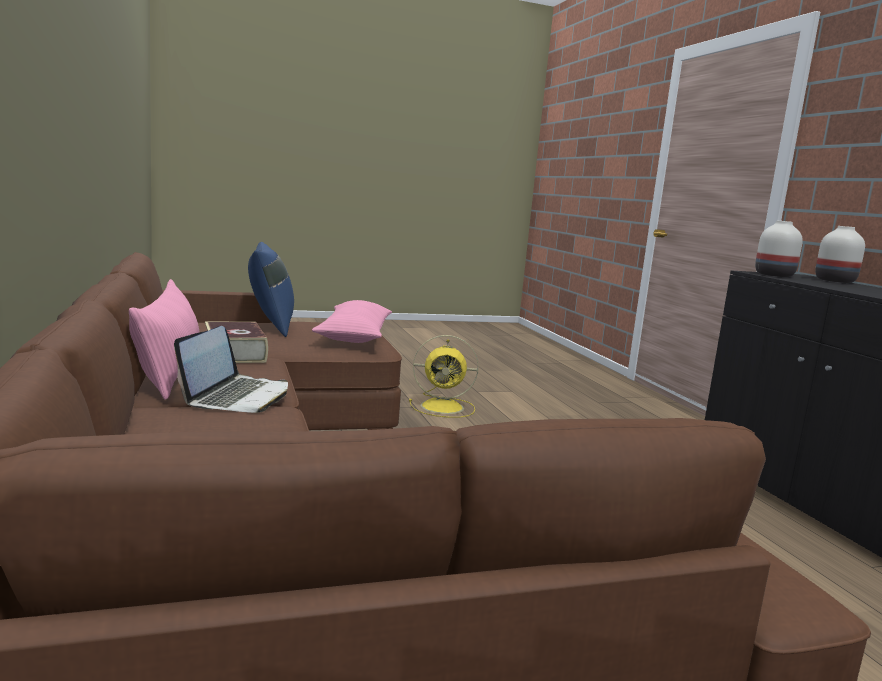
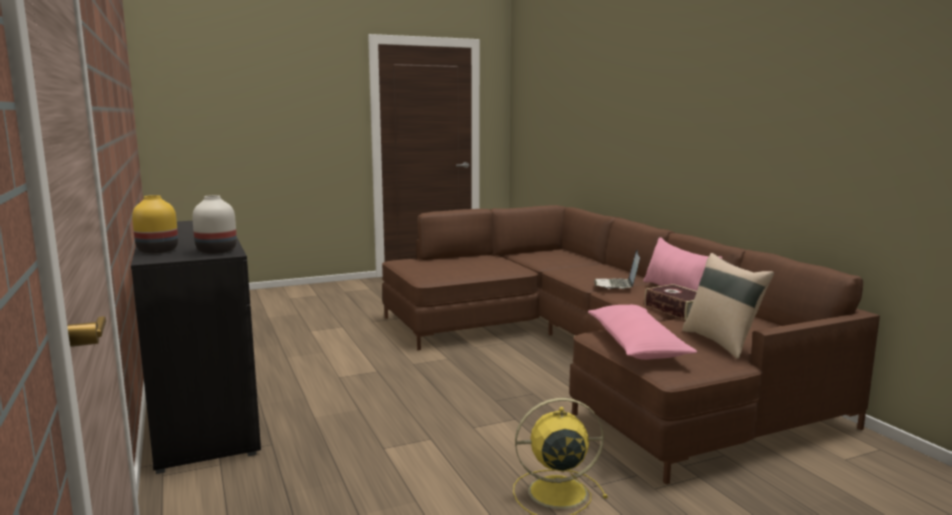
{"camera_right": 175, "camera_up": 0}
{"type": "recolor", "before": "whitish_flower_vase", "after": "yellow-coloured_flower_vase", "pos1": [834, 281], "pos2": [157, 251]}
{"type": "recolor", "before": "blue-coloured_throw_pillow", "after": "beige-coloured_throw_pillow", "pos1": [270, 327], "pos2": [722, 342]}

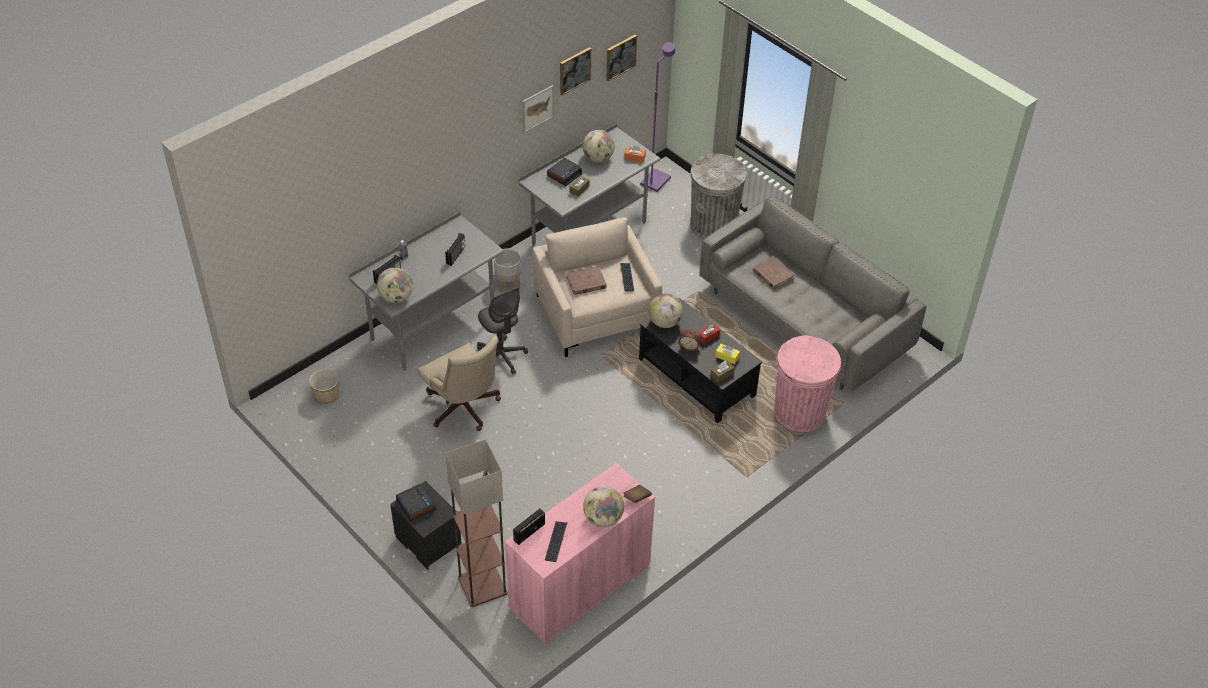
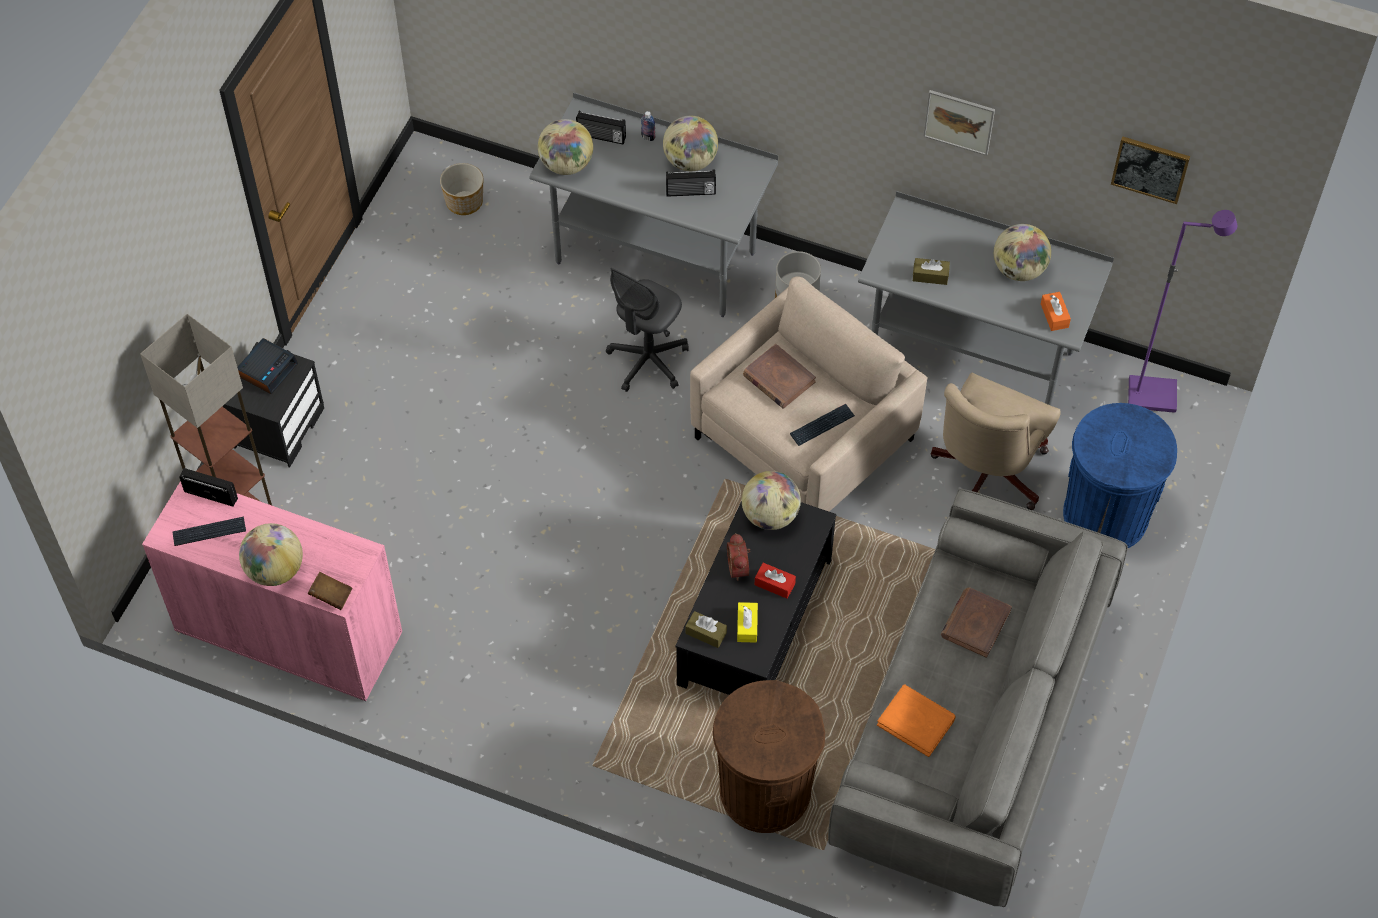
{"camera_right": 65, "camera_up": 10}
{"type": "insert", "after": "desk_globe", "pos2": [690, 161]}
{"type": "recolor", "before": "pinkish_trash_can", "after": "brown_trash_can", "pos1": [799, 412], "pos2": [764, 791]}
{"type": "insert", "after": "orange-coloured_volume", "pos2": [916, 721]}
{"type": "move", "before": "beige-coloured_office_chair", "pos1": [464, 409], "pos2": [985, 475]}
{"type": "recolor", "before": "greyish_trash_can", "after": "blue-coloured_trash_can", "pos1": [713, 225], "pos2": [1105, 515]}
{"type": "delete", "before": "table_clock", "pos1": [564, 174]}
{"type": "delete", "before": "wall_picture", "pos1": [574, 70]}

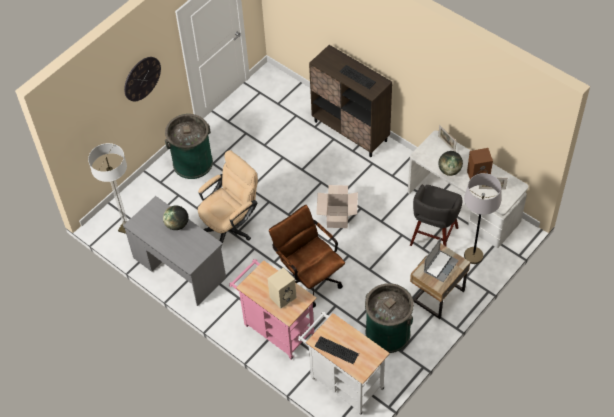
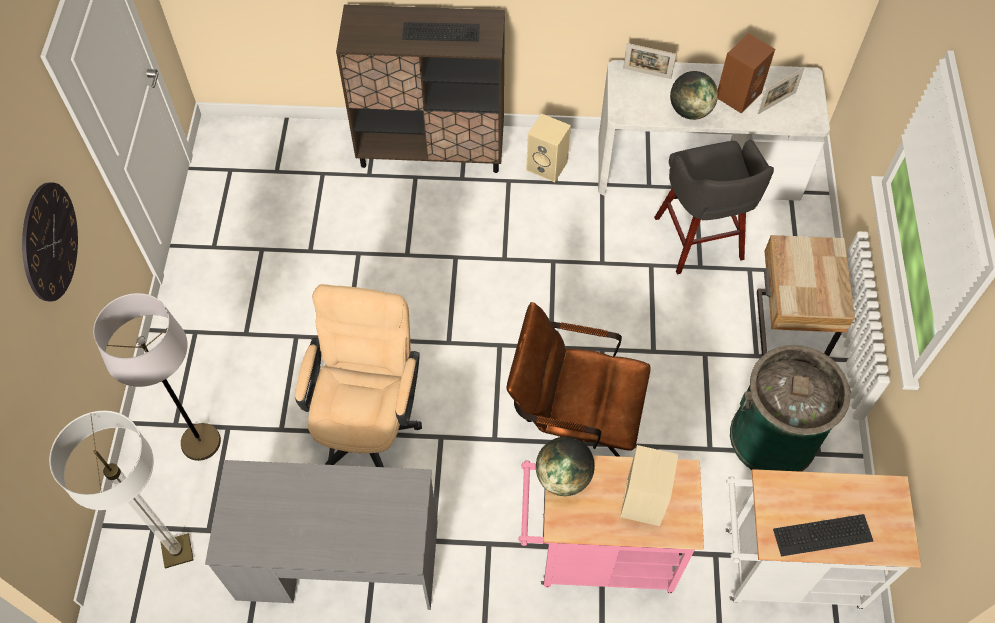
{"camera_right": -40, "camera_up": 5}
{"type": "move", "before": "greyish_floor_lamp", "pos1": [473, 256], "pos2": [201, 442]}
{"type": "insert", "after": "beige-coloured_loudspeaker", "pos2": [548, 166]}
{"type": "move", "before": "desk_globe", "pos1": [177, 225], "pos2": [563, 477]}
{"type": "delete", "before": "greenish_trash_can", "pos1": [192, 162]}
{"type": "delete", "before": "packing_box", "pos1": [338, 217]}
{"type": "delete", "before": "laptop", "pos1": [440, 266]}

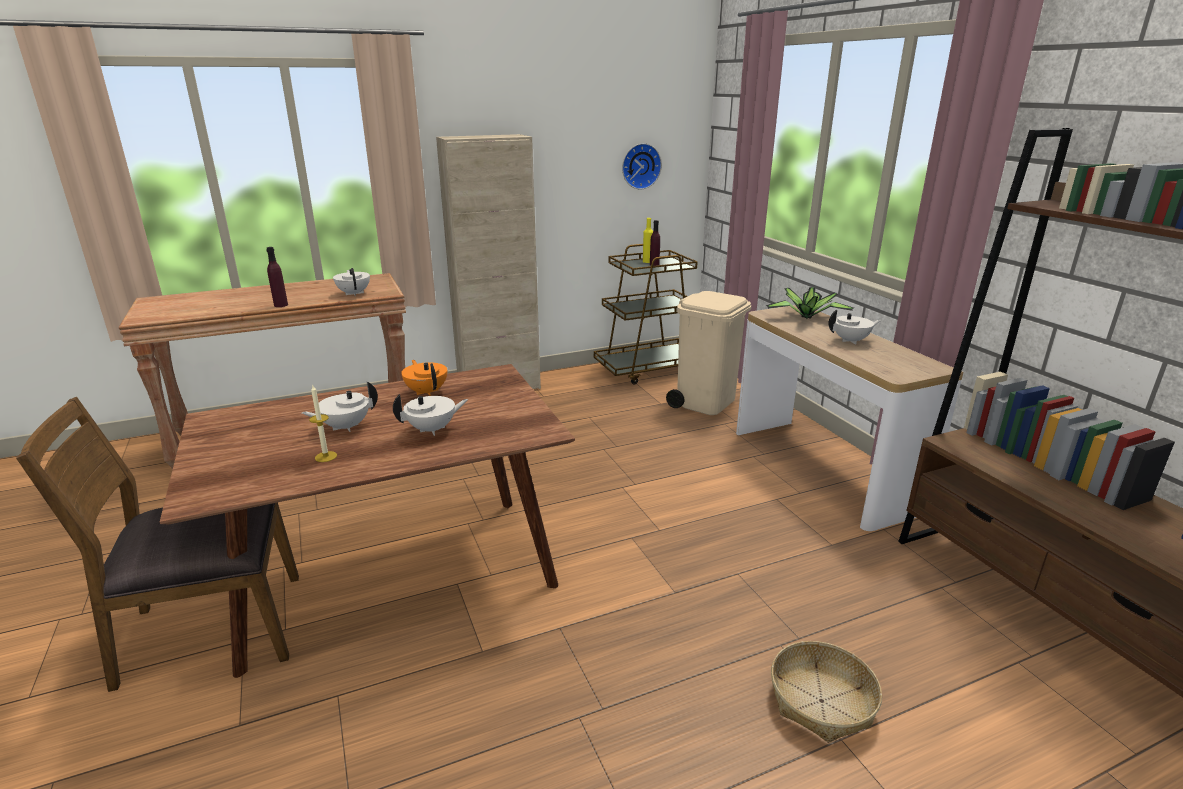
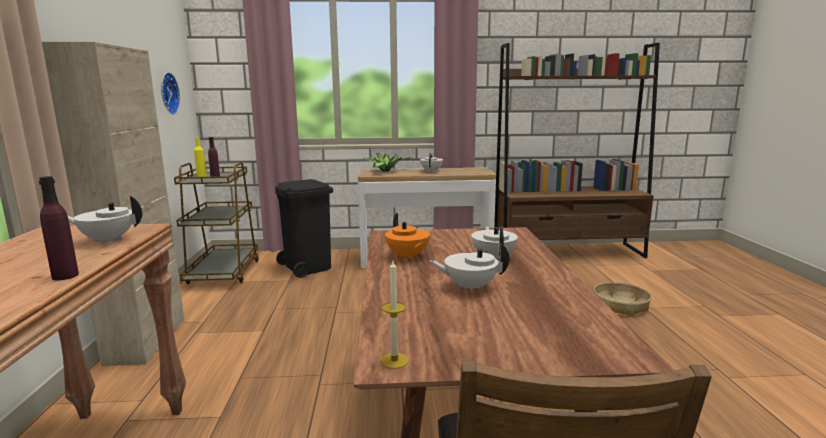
{"camera_right": -70, "camera_up": -10}
{"type": "recolor", "before": "beige-coloured_trash_can", "after": "black_trash_can", "pos1": [705, 402], "pos2": [307, 267]}
{"type": "move", "before": "candle", "pos1": [326, 456], "pos2": [394, 360]}
{"type": "rotate", "before": "orange-coloured_teapot", "pos1": [427, 392], "pos2": [407, 256], "turn": -105}
{"type": "rotate", "before": "whitish_teapot", "pos1": [345, 427], "pos2": [469, 287], "turn": 105}

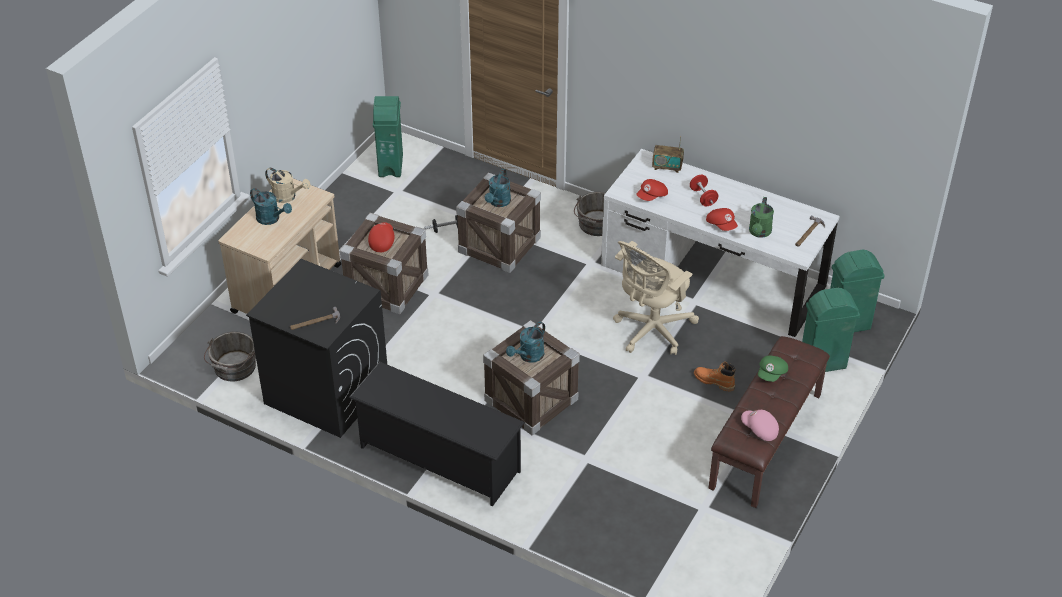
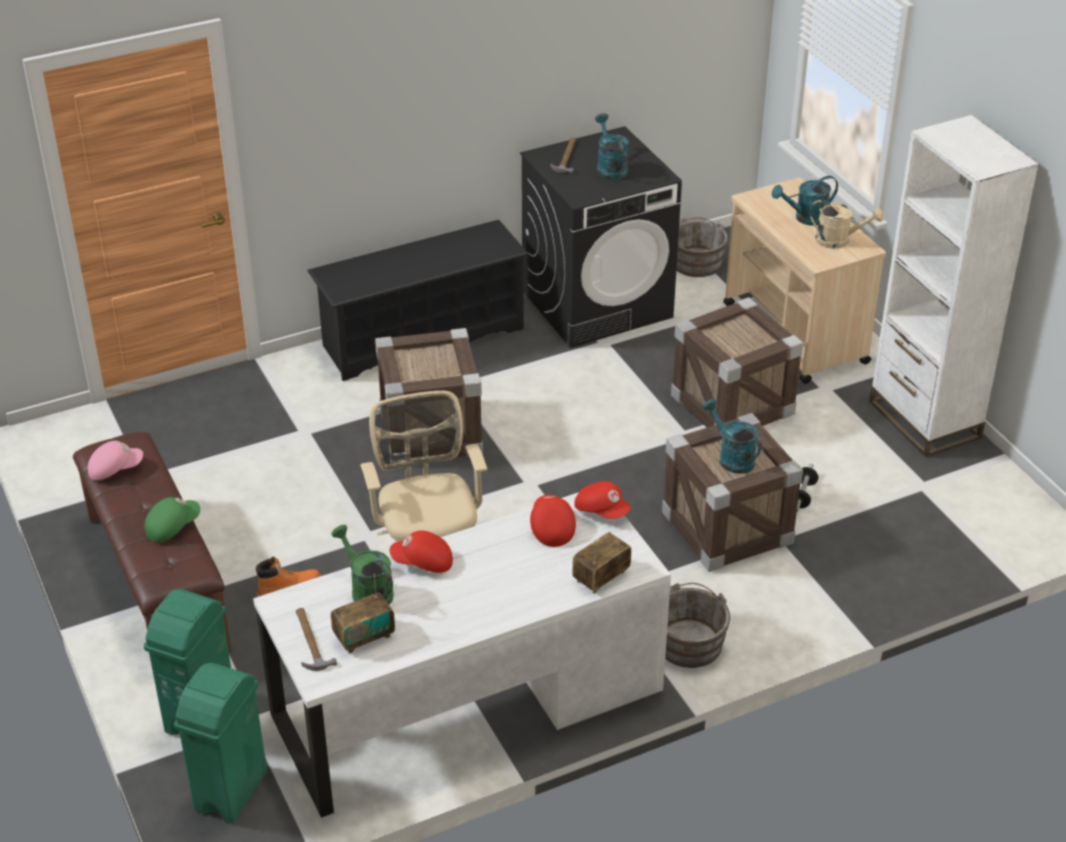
{"camera_right": 125, "camera_up": -5}
{"type": "rotate", "before": "greenish_cap", "pos1": [772, 374], "pos2": [172, 526], "turn": 75}
{"type": "insert", "after": "radio_receiver", "pos2": [364, 637]}
{"type": "move", "before": "reddish_cap", "pos1": [381, 241], "pos2": [602, 510]}
{"type": "move", "before": "blue-green_watering_pot", "pos1": [528, 356], "pos2": [610, 167]}
{"type": "rotate", "before": "beige-coloured_watering_pot", "pos1": [288, 197], "pos2": [839, 241], "turn": -135}
{"type": "insert", "after": "whitish_bookshelf", "pos2": [924, 419]}
{"type": "delete", "before": "greenish_trash_can", "pos1": [391, 165]}
{"type": "delete", "before": "reddish_hand_weight", "pos1": [703, 197]}

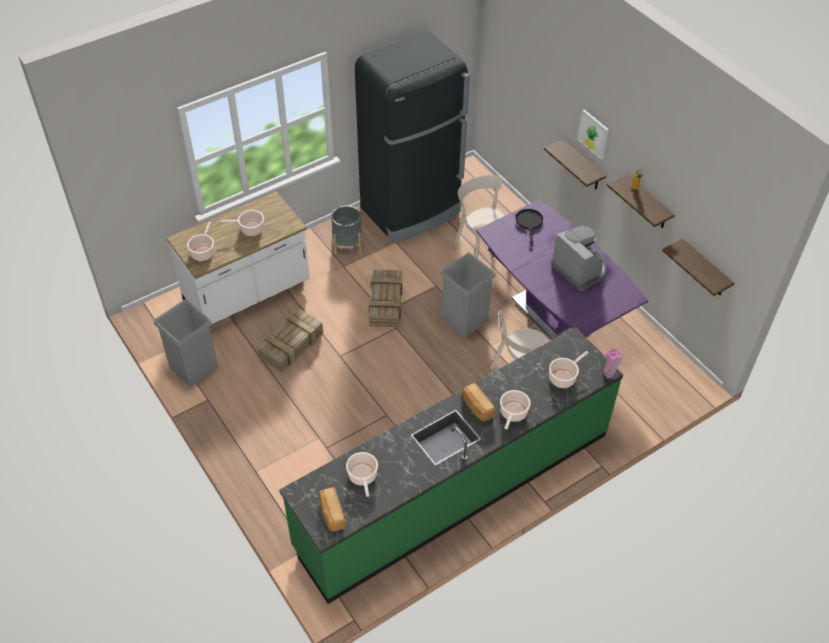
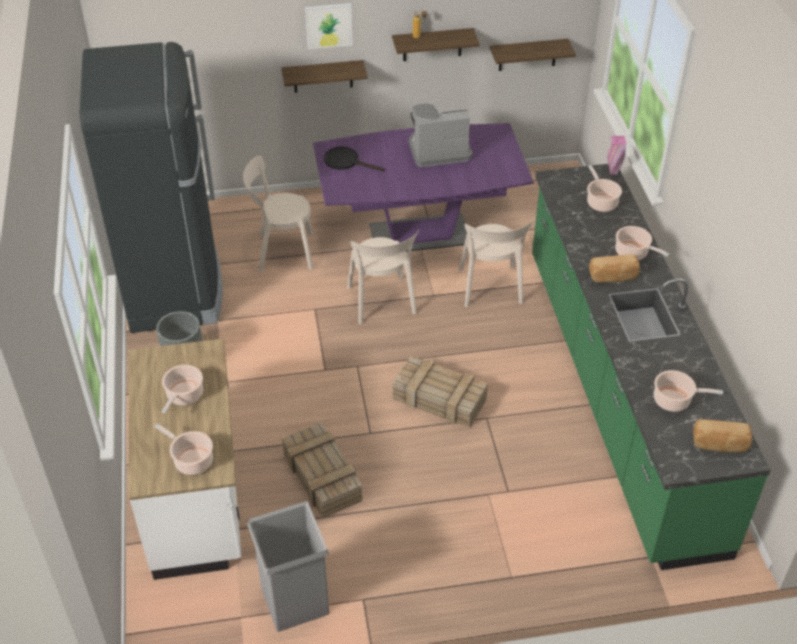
{"camera_right": -65, "camera_up": -5}
{"type": "replace", "before": "greyish_trash_can", "after": "beige-coloured_plain_chair", "pos1": [464, 319], "pos2": [382, 303]}
{"type": "move", "before": "crate", "pos1": [385, 302], "pos2": [438, 399]}

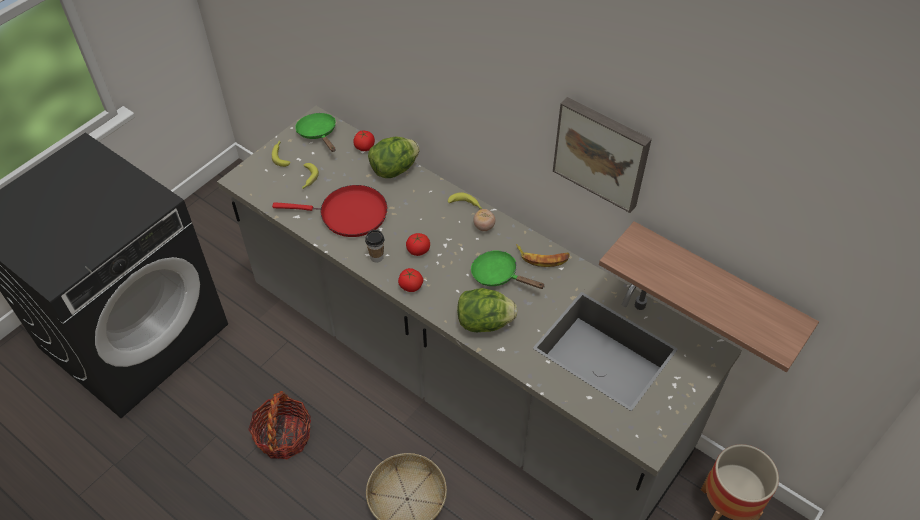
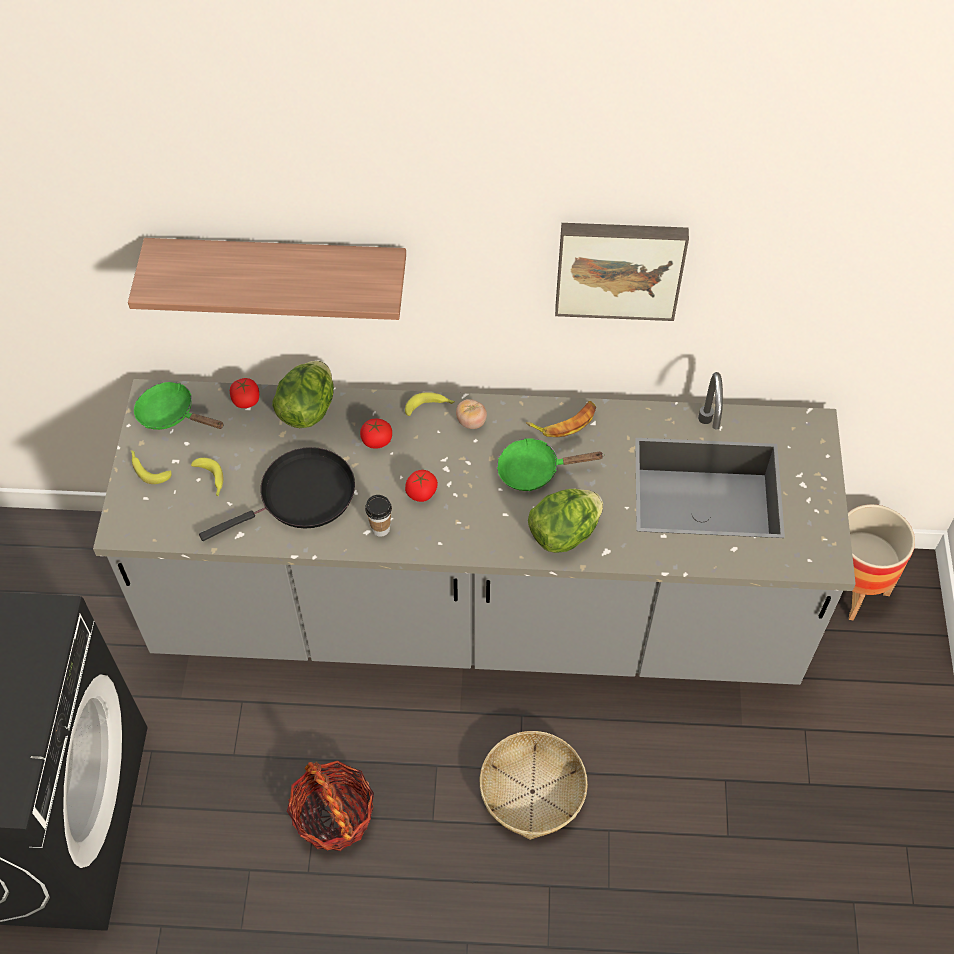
{"camera_right": -35, "camera_up": 5}
{"type": "move", "before": "wall_shelf", "pos1": [715, 288], "pos2": [279, 270]}
{"type": "recolor", "before": "reddish_skillet", "after": "black_skillet", "pos1": [349, 214], "pos2": [302, 496]}
{"type": "move", "before": "tomato", "pos1": [411, 286], "pos2": [377, 441]}

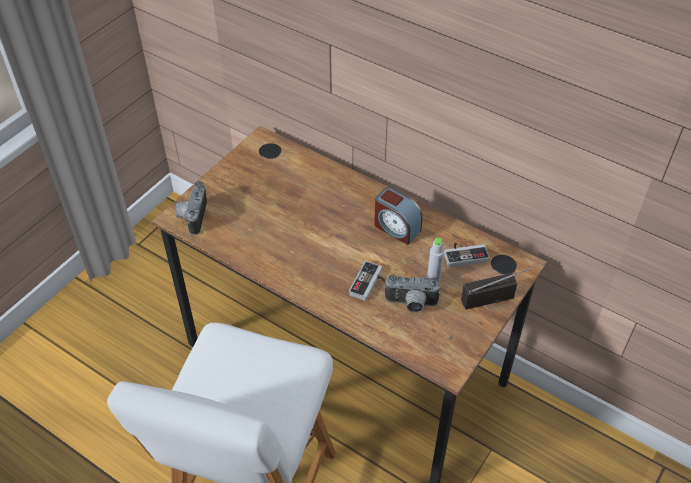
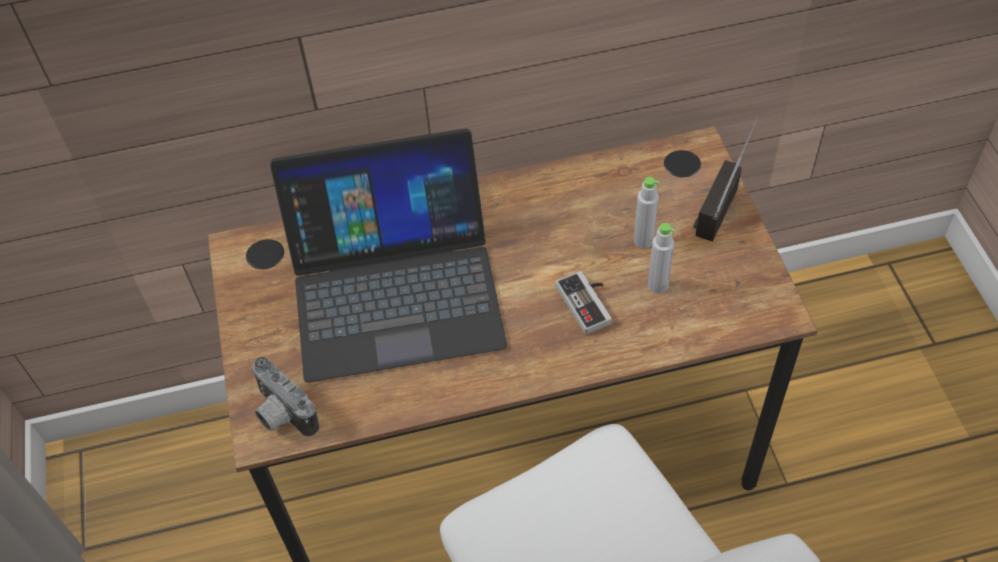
{"camera_right": -45, "camera_up": 5}
{"type": "insert", "after": "laptop", "pos2": [395, 288]}
{"type": "replace", "before": "still_camera", "after": "greyish_drink_bottle", "pos1": [411, 305], "pos2": [658, 285]}
{"type": "delete", "before": "table_clock", "pos1": [396, 228]}
{"type": "delete", "before": "game_controller", "pos1": [465, 254]}

